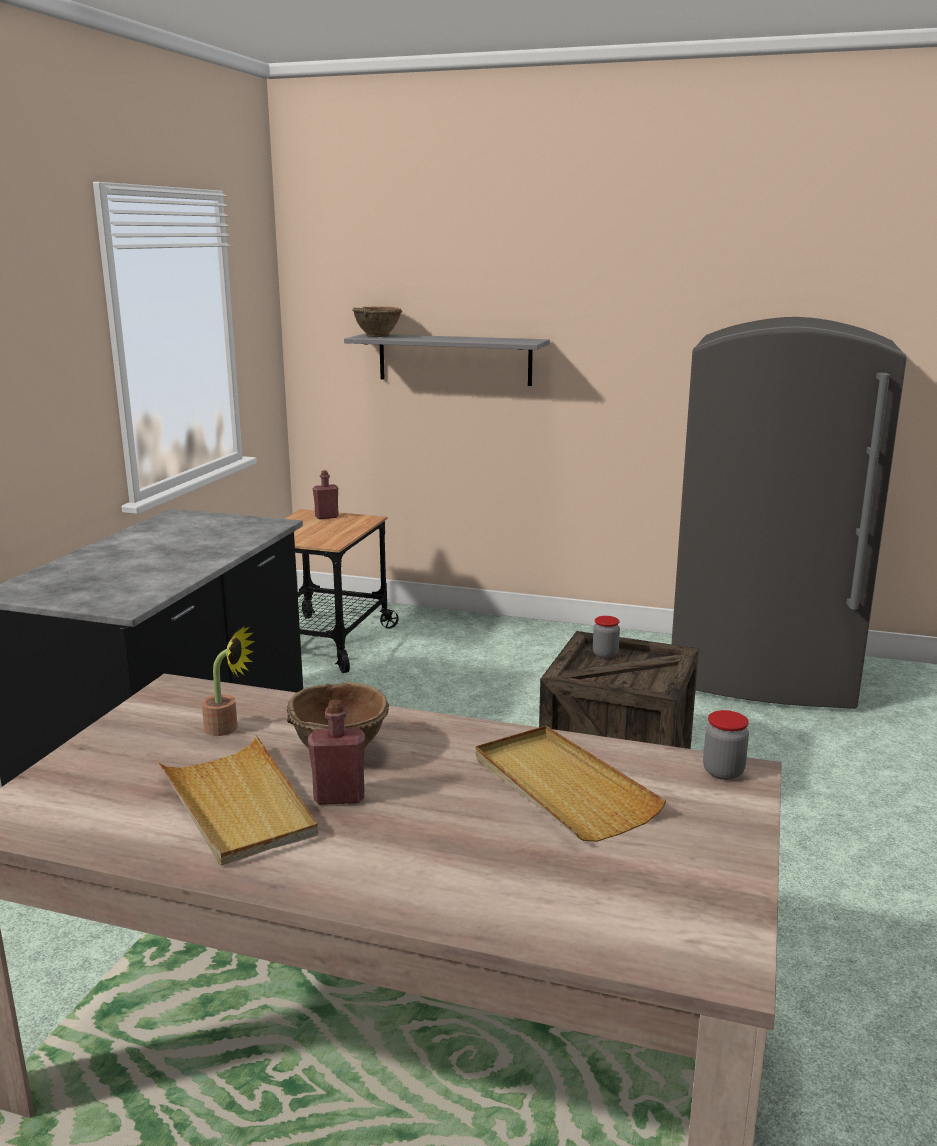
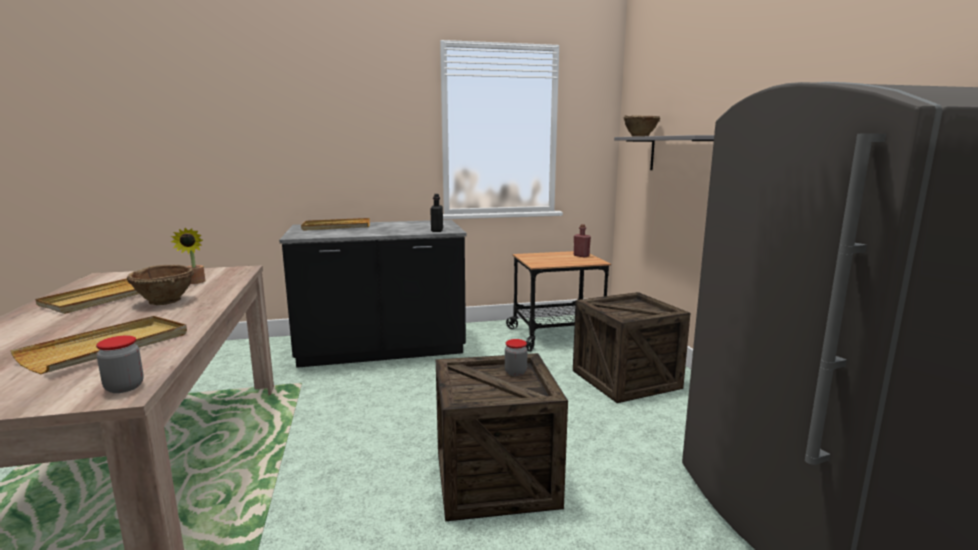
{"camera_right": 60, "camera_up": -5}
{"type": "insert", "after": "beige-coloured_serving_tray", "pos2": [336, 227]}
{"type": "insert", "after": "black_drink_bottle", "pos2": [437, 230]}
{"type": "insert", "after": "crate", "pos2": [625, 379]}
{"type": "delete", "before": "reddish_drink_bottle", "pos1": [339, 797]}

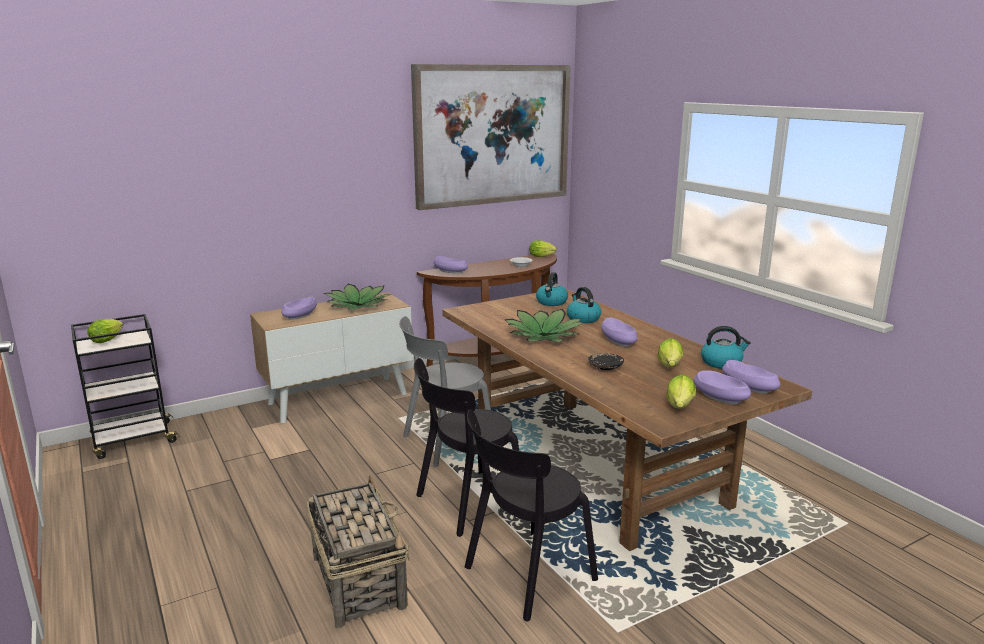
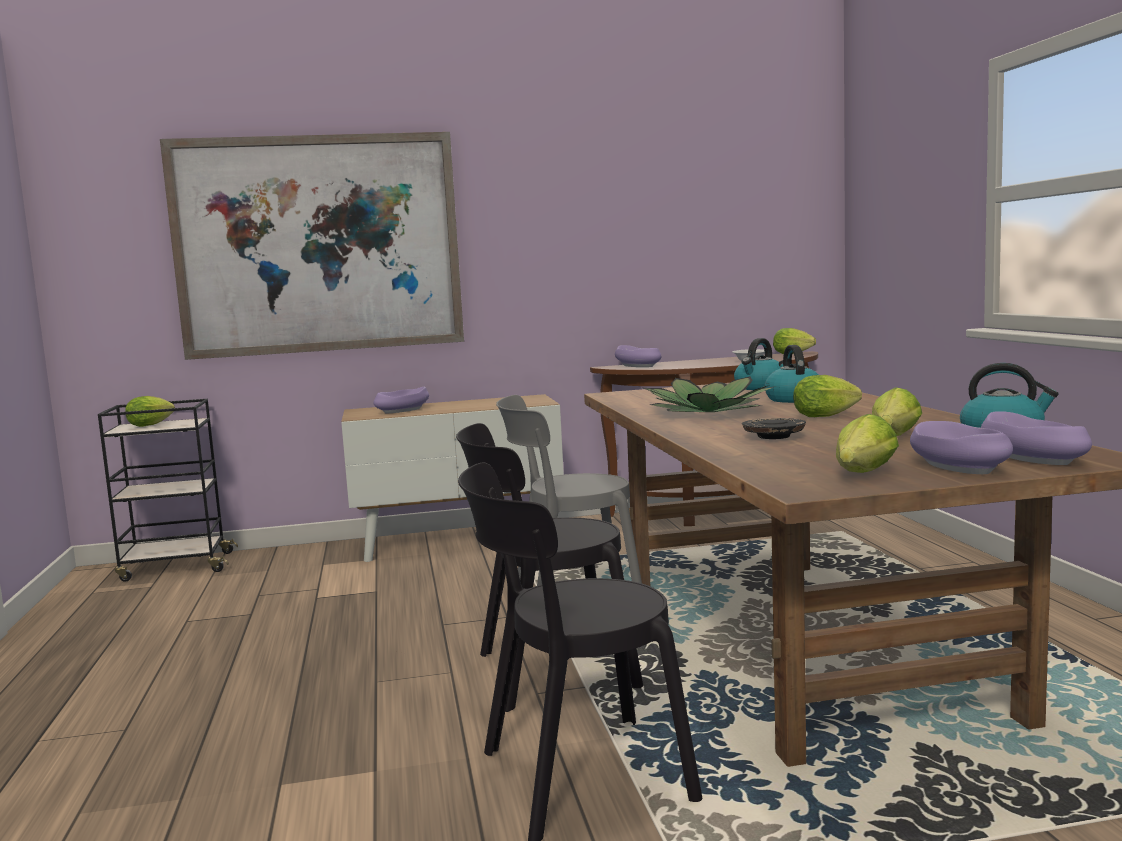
{"camera_right": 20, "camera_up": -10}
{"type": "move", "before": "wall_picture", "pos1": [492, 135], "pos2": [319, 245]}
{"type": "replace", "before": "purple-coloured_bowl", "after": "lettuce", "pos1": [618, 341], "pos2": [828, 416]}
{"type": "delete", "before": "storage_basket", "pos1": [358, 580]}
{"type": "delete", "before": "houseplant", "pos1": [358, 305]}

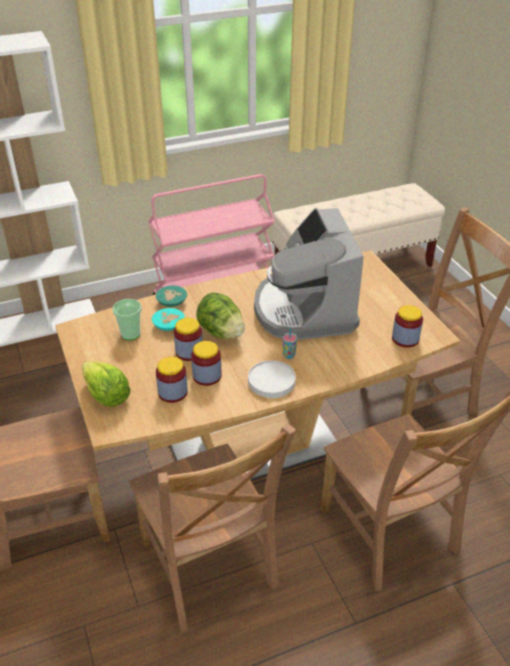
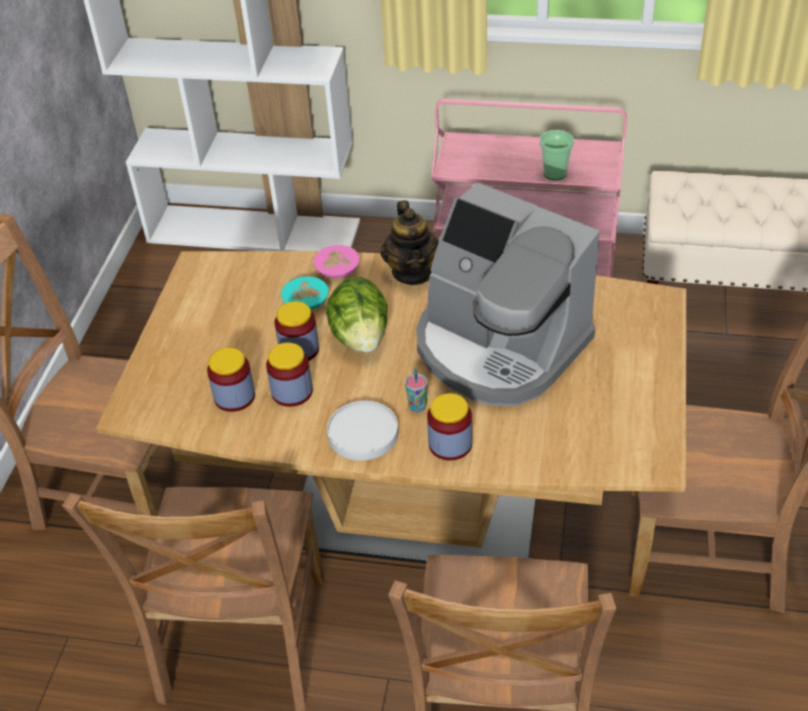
{"camera_right": 35, "camera_up": 5}
{"type": "recolor", "before": "blue-green_bowl", "after": "pinkish_bowl", "pos1": [171, 303], "pos2": [336, 271]}
{"type": "insert", "after": "teapot", "pos2": [412, 272]}
{"type": "rotate", "before": "coffee_brewer", "pos1": [304, 310], "pos2": [499, 347], "turn": -75}
{"type": "move", "before": "preserve_jar", "pos1": [405, 339], "pos2": [450, 444]}
{"type": "move", "before": "drinking_cup", "pos1": [130, 334], "pos2": [555, 173]}
{"type": "delete", "before": "lettuce", "pos1": [106, 395]}

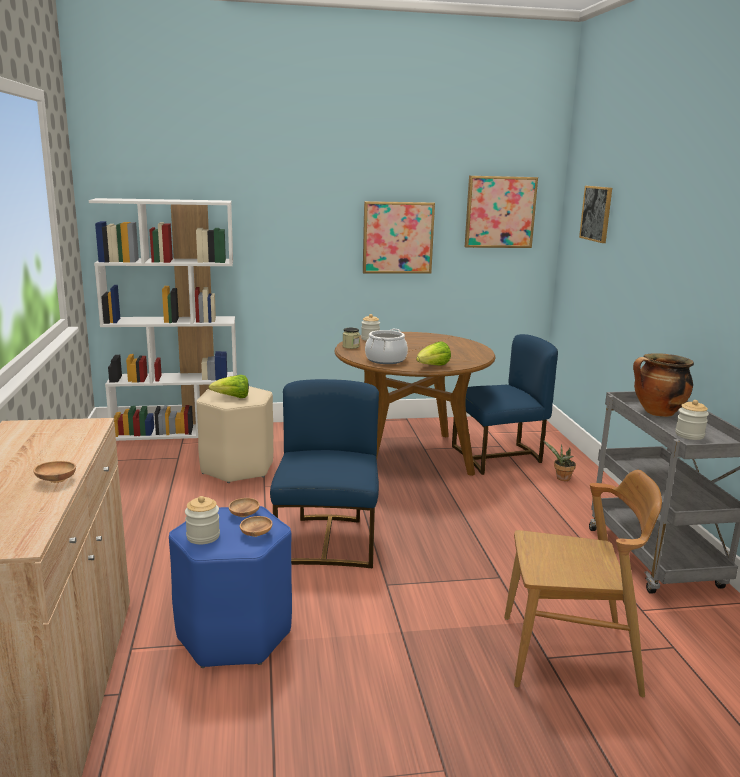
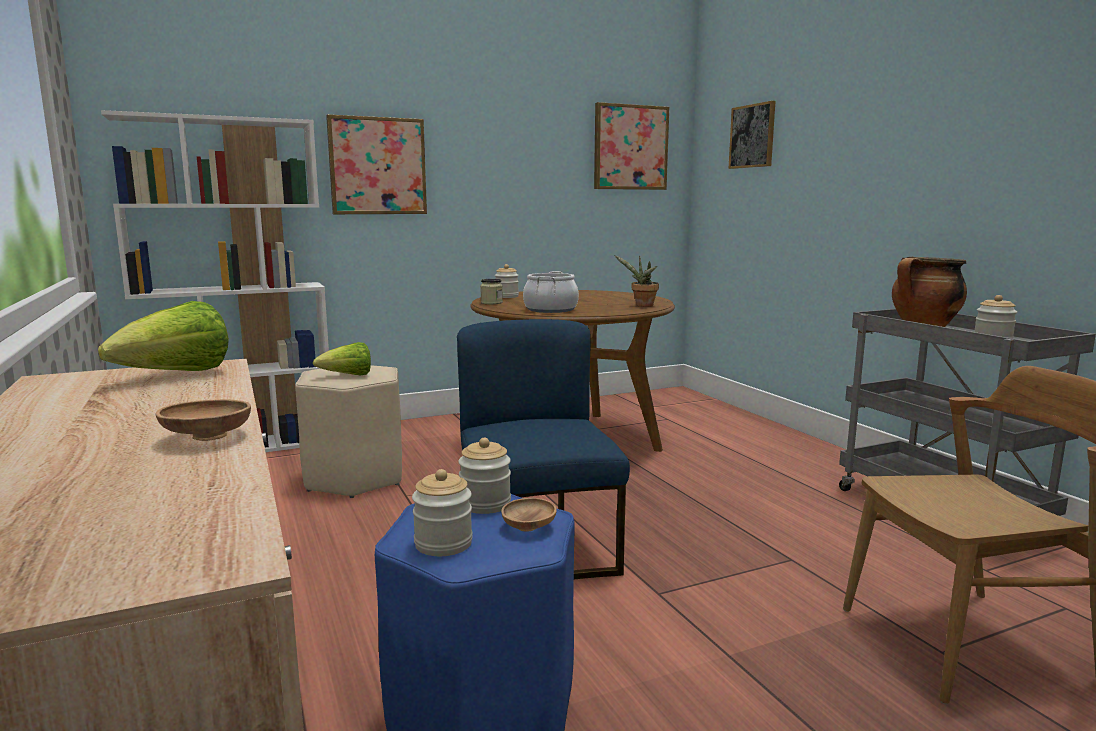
{"camera_right": -15, "camera_up": -5}
{"type": "move", "before": "lettuce", "pos1": [433, 366], "pos2": [176, 375]}
{"type": "move", "before": "wall_picture", "pos1": [397, 237], "pos2": [377, 166]}
{"type": "replace", "before": "brown_bowl", "after": "preserve_jar", "pos1": [244, 515], "pos2": [485, 504]}
{"type": "move", "before": "houseplant", "pos1": [561, 478], "pos2": [642, 305]}
{"type": "delete", "before": "blue-coloured_plain_chair", "pos1": [499, 457]}

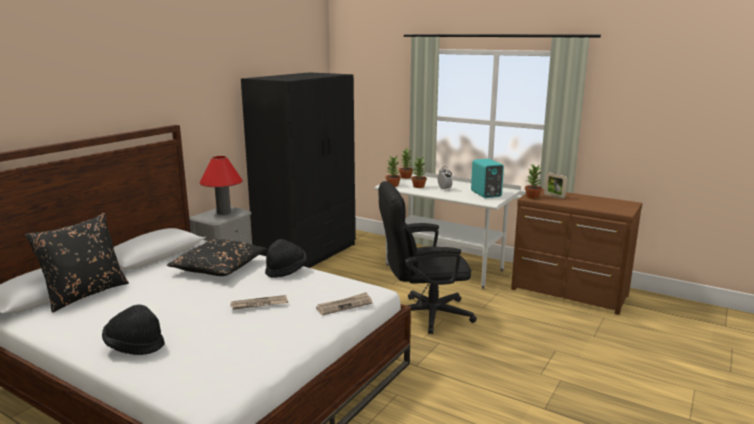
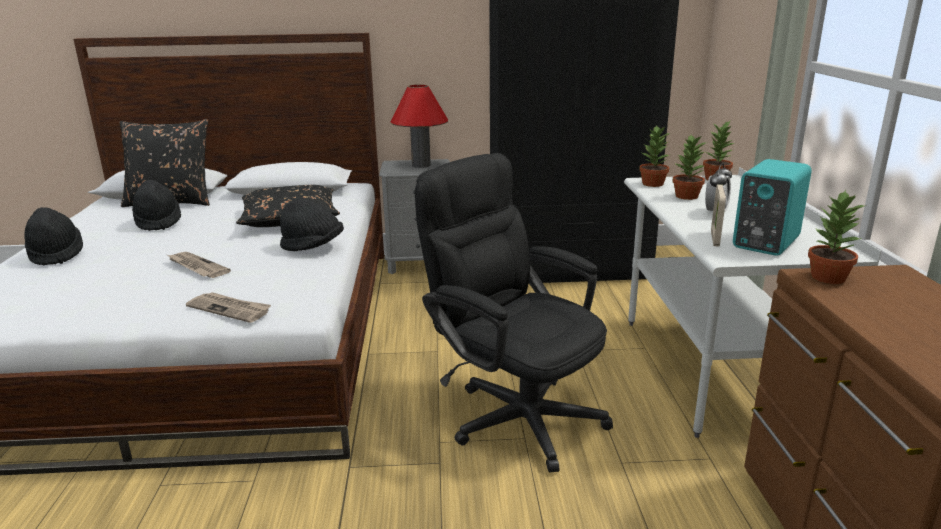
{"camera_right": 55, "camera_up": 5}
{"type": "insert", "after": "black_wearable_hat", "pos2": [158, 222]}
{"type": "move", "before": "picture_frame", "pos1": [554, 196], "pos2": [715, 239]}

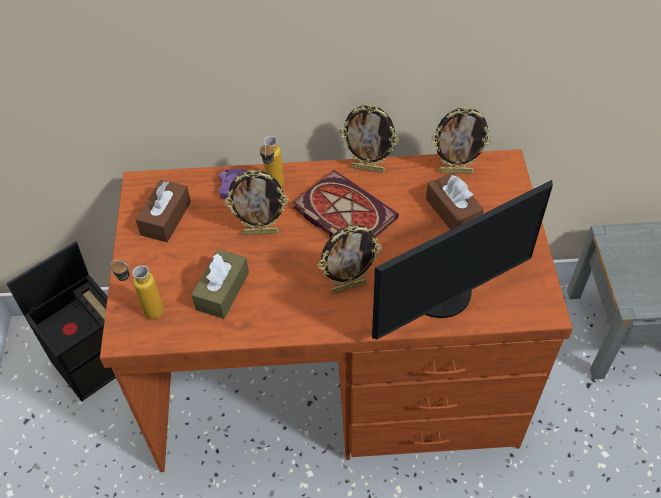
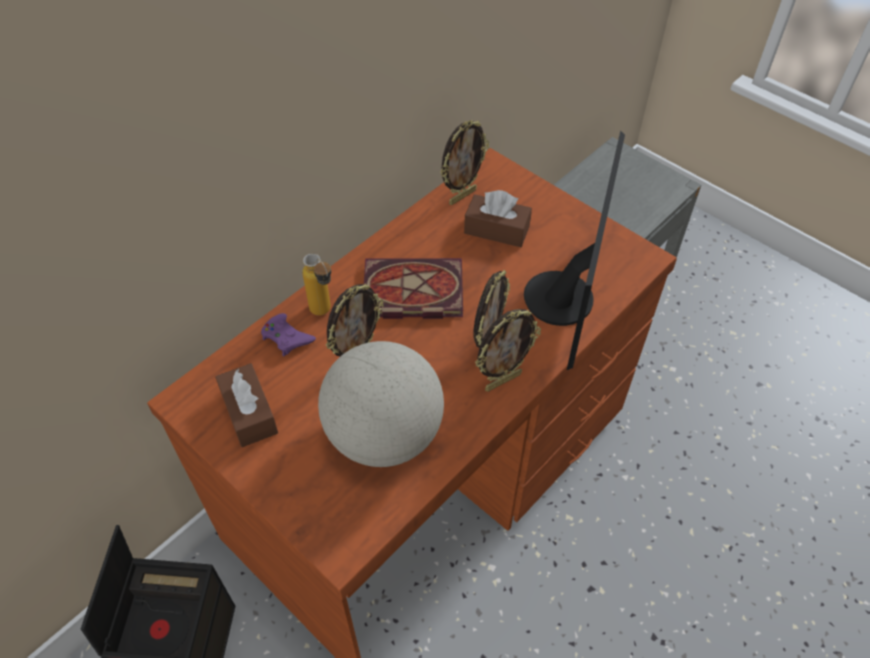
{"camera_right": -45, "camera_up": 0}
{"type": "replace", "before": "brown_tissue_holder", "after": "desk_globe", "pos1": [222, 291], "pos2": [384, 435]}
{"type": "move", "before": "picture_frame", "pos1": [368, 168], "pos2": [502, 381]}
{"type": "delete", "before": "drink_bottle", "pos1": [145, 310]}

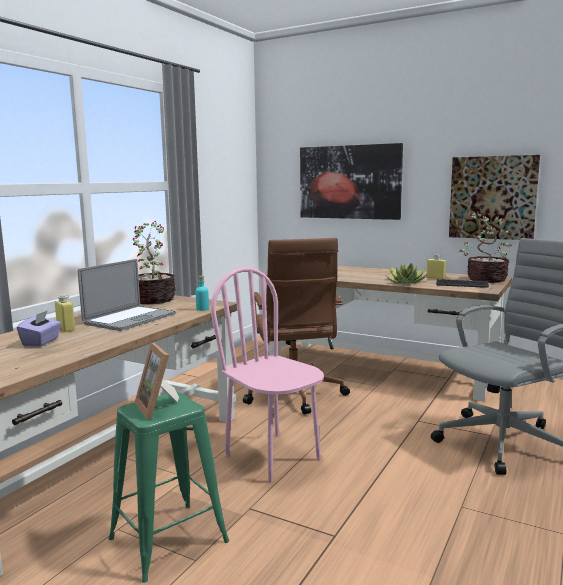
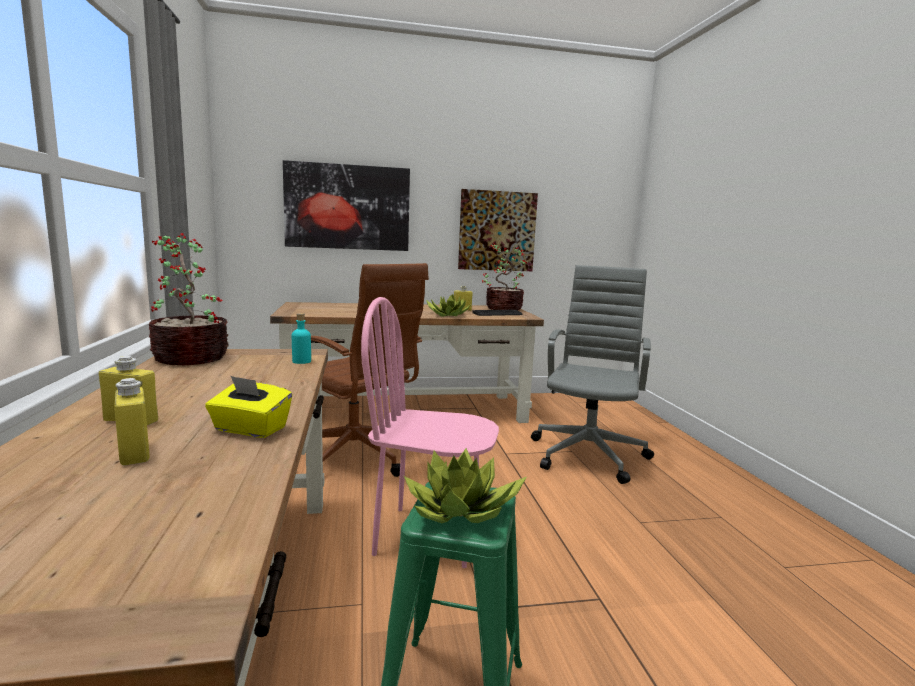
{"camera_right": -40, "camera_up": 0}
{"type": "replace", "before": "purple-coloured_tissue_holder", "after": "yellow-coloured_drink_bottle", "pos1": [41, 342], "pos2": [134, 453]}
{"type": "insert", "after": "yellow-coloured_tissue_holder", "pos2": [250, 429]}
{"type": "replace", "before": "picture_frame", "after": "houseplant", "pos1": [159, 407], "pos2": [462, 509]}
{"type": "delete", "before": "laptop", "pos1": [130, 319]}

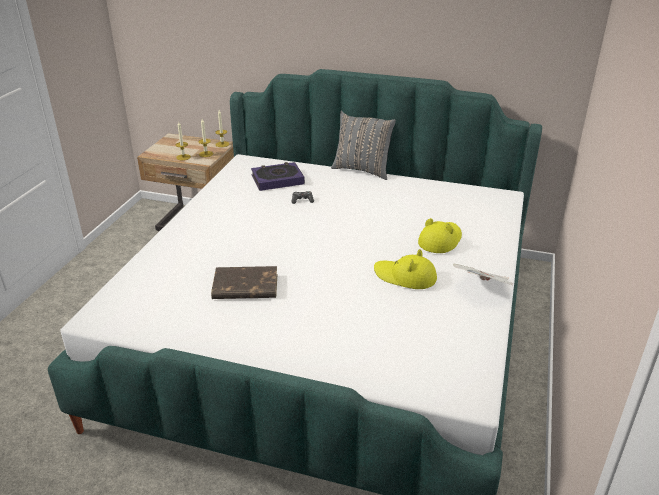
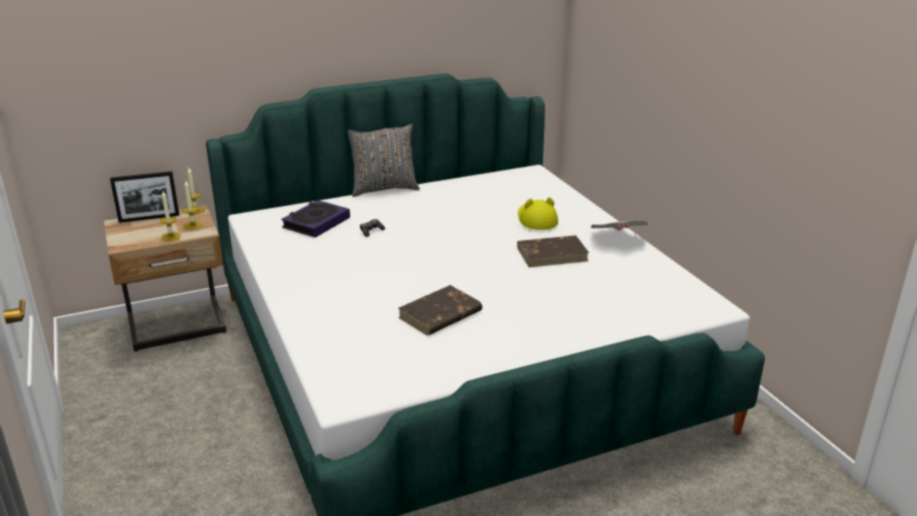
{"camera_right": -40, "camera_up": -5}
{"type": "insert", "after": "picture_frame", "pos2": [149, 218]}
{"type": "replace", "before": "yellow-coloured_wearable_hat", "after": "brown_volume", "pos1": [405, 276], "pos2": [552, 254]}

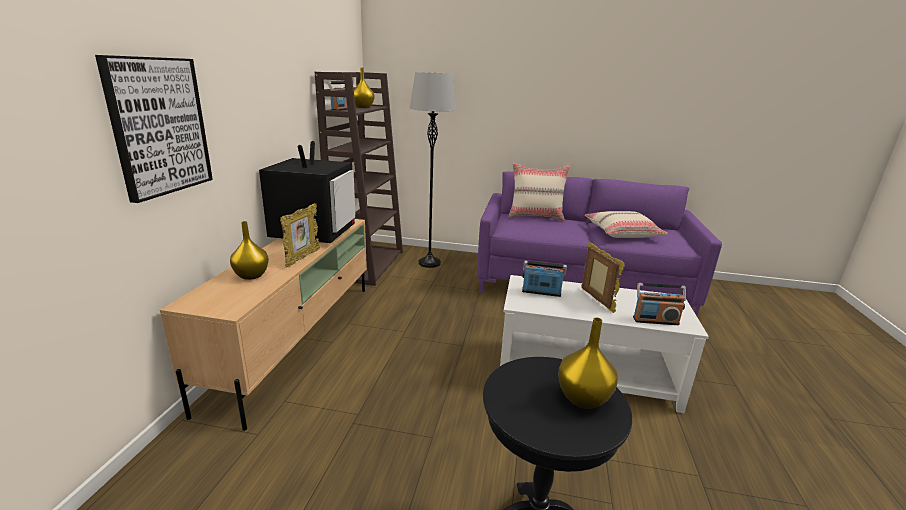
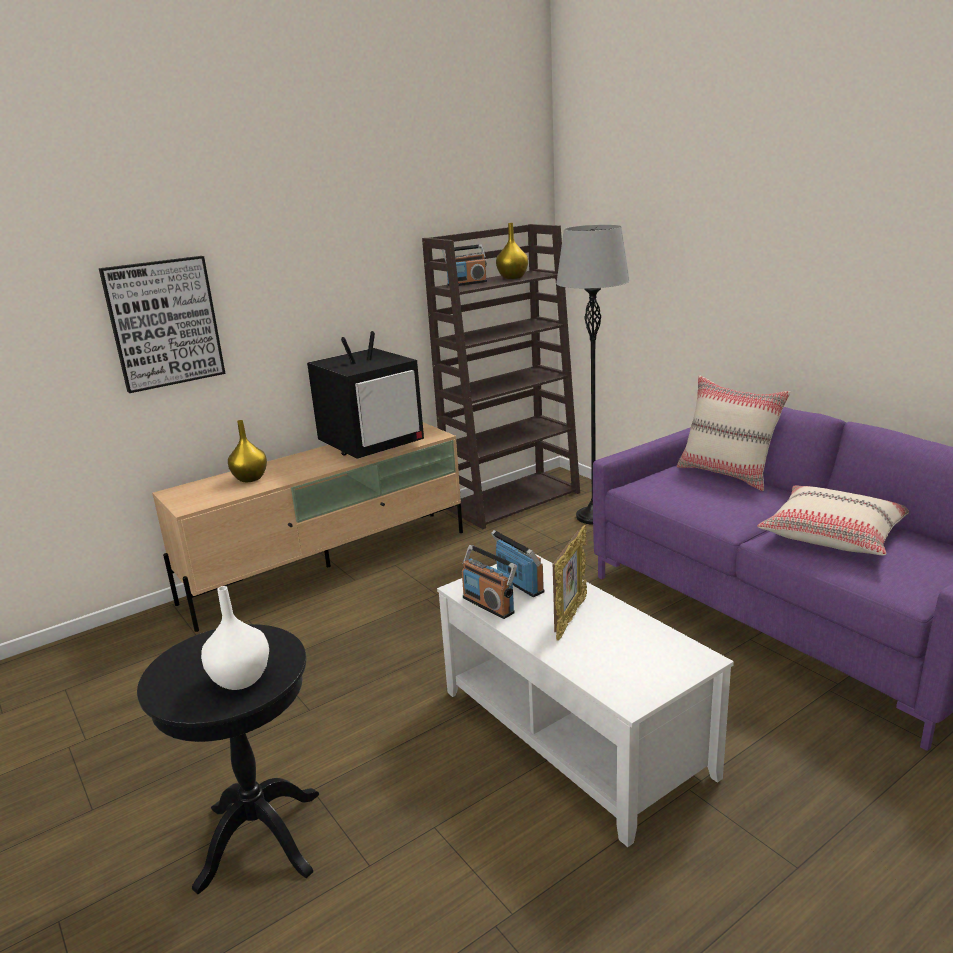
{"camera_right": 45, "camera_up": 0}
{"type": "recolor", "before": "yellow-coloured_flower_vase", "after": "whitish_flower_vase", "pos1": [582, 399], "pos2": [239, 679]}
{"type": "move", "before": "radio_receiver", "pos1": [655, 320], "pos2": [489, 605]}
{"type": "delete", "before": "picture_frame", "pos1": [302, 258]}

